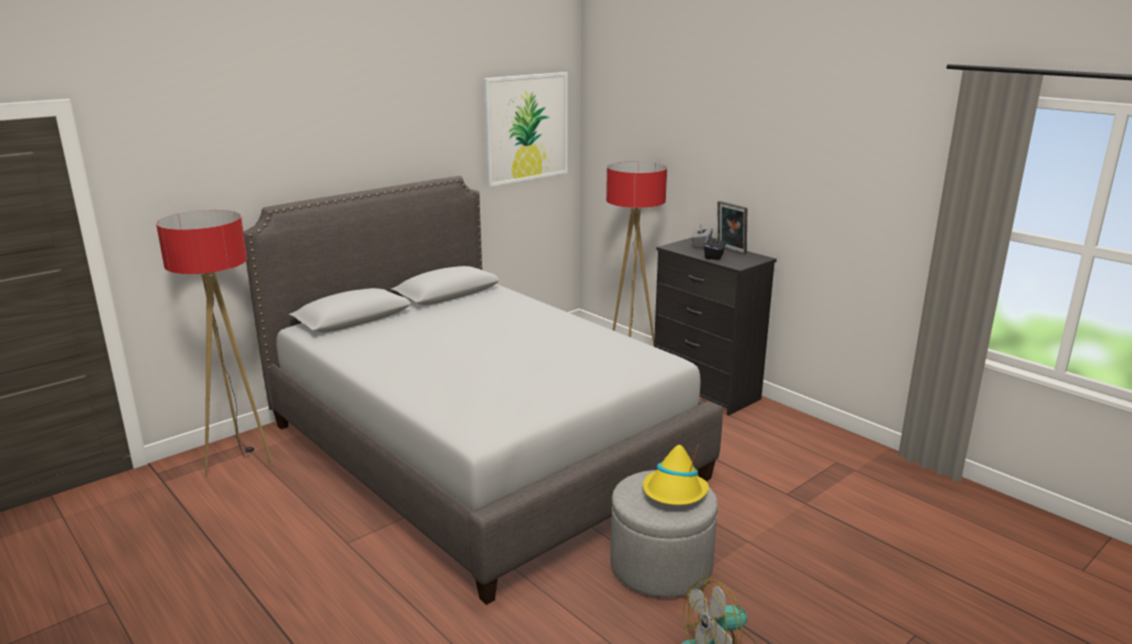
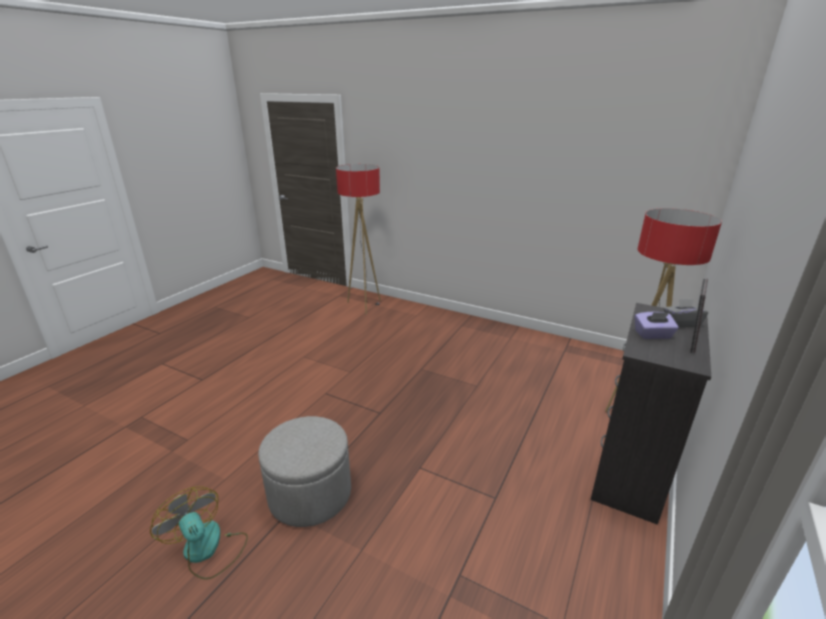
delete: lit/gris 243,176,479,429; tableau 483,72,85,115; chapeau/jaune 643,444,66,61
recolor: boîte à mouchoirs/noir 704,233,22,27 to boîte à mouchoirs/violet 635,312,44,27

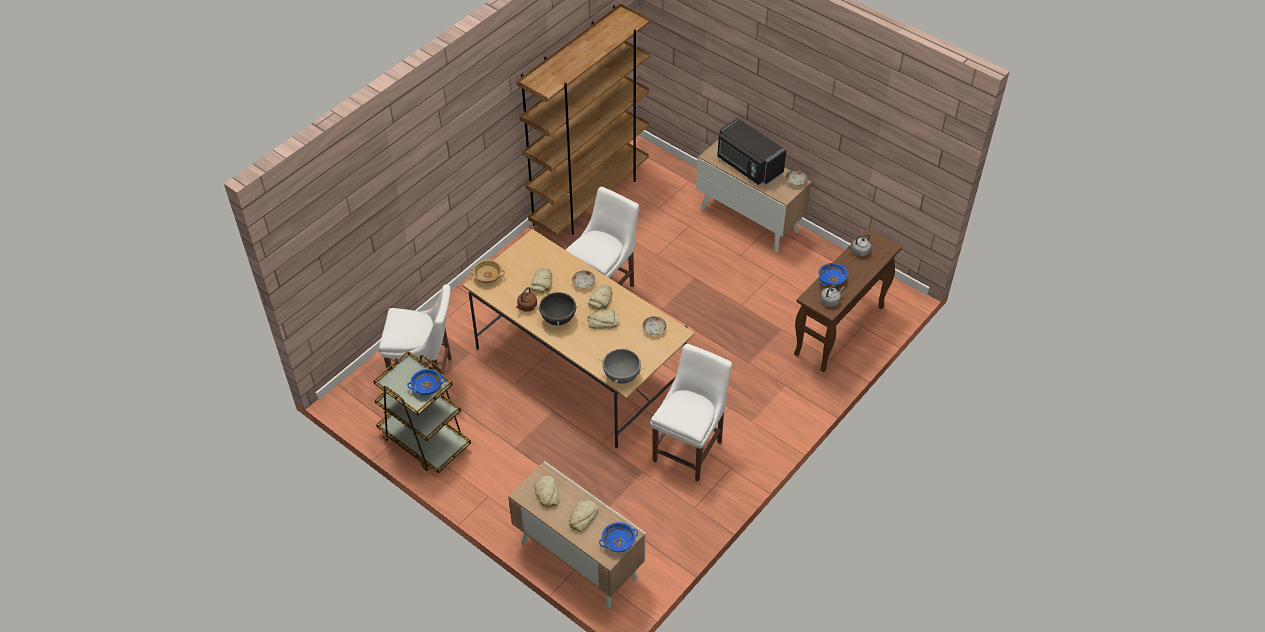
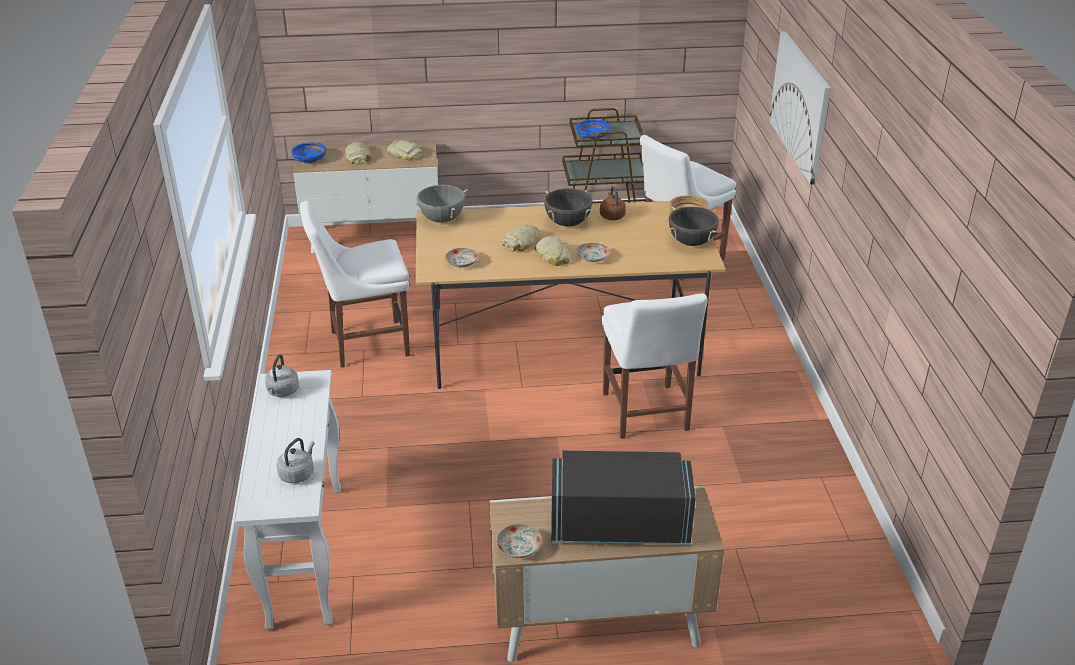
delete: bibliothèque/marron 517,3,133,234; pain 531,268,22,26; bol/bleu 818,263,30,23
insert: marmite/noir 668,207,51,39; tableau 769,31,62,154
recolor: table console/marron 794,228,108,144 to table console/blanc 235,370,106,260
rotate: chaise/blanc 650,344,82,137 = 300,201,110,166 90 degrees clockwise

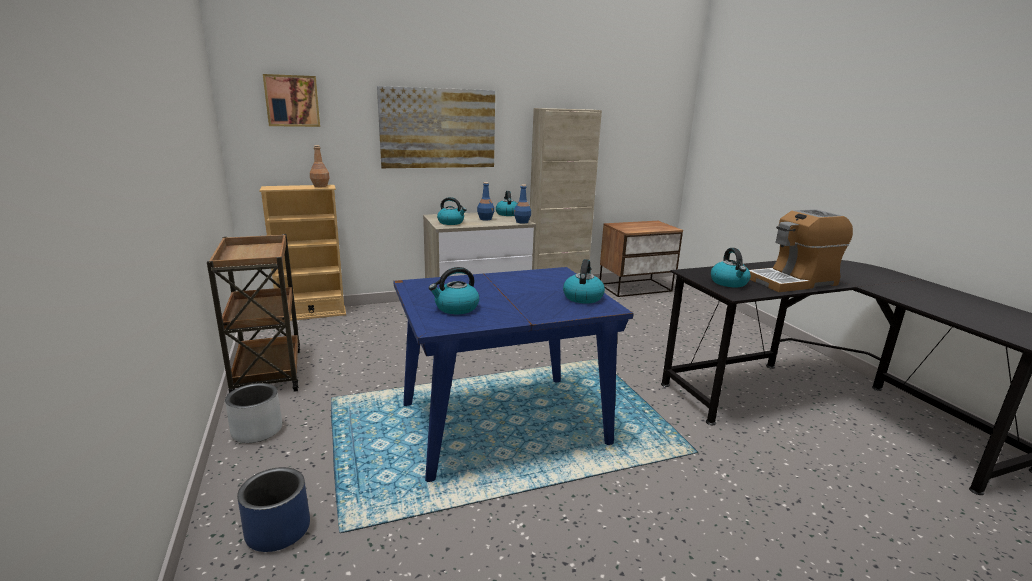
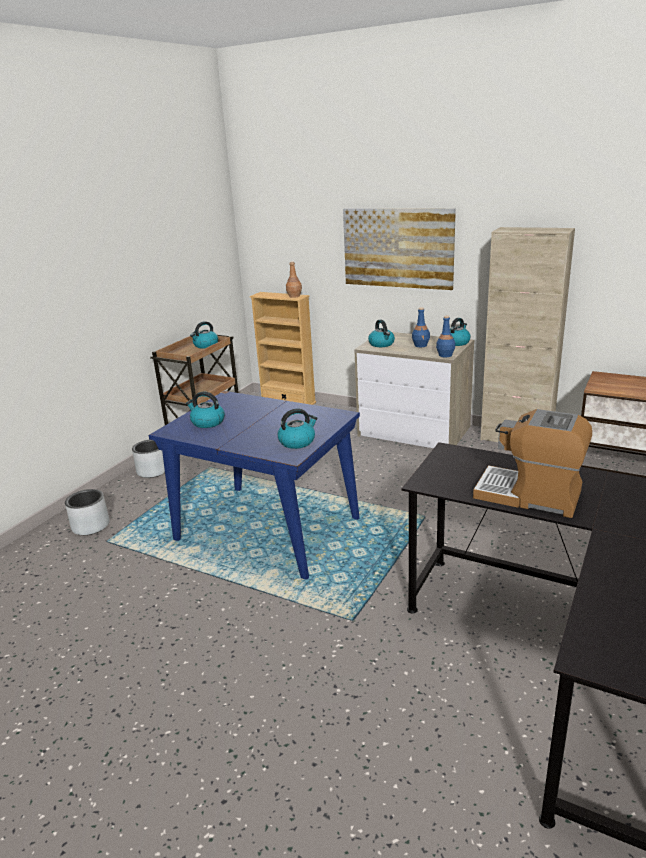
delete: tableau 263,74,57,53
move: bouilloire 711,248,40,40 to 190,321,28,28
recolor: cache-pot/bleu 237,467,73,85 to cache-pot/gris 65,489,45,46

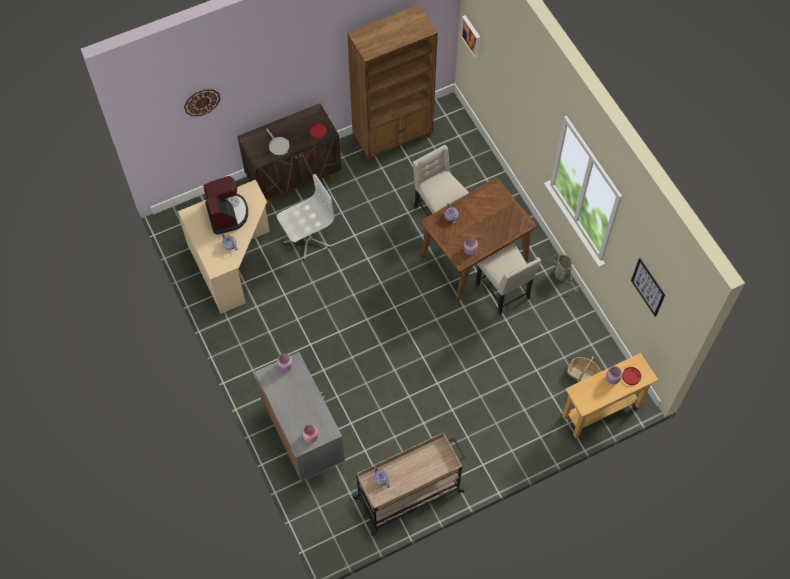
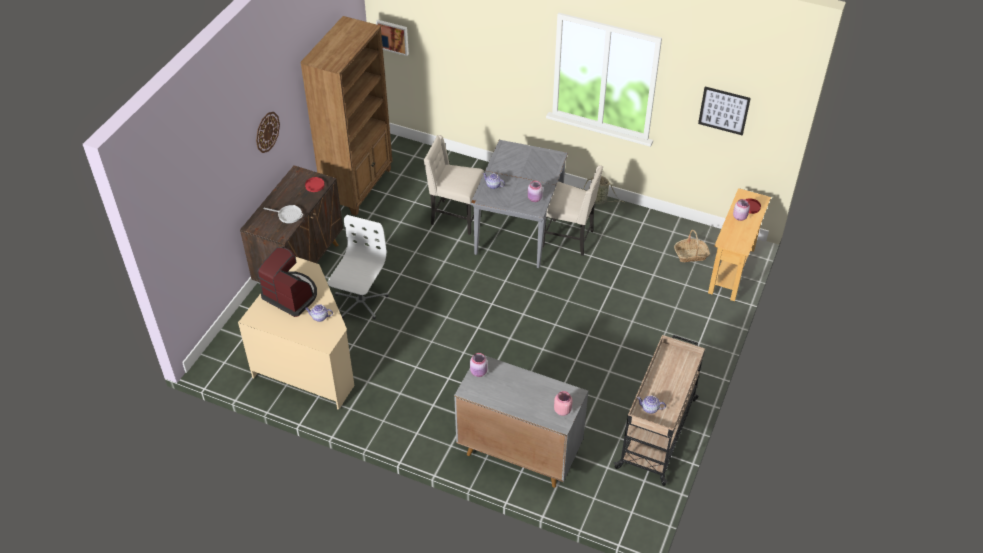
move: horloge murale 184,89,37,27 to 256,112,24,41
recolor: table à manger/marron 420,177,117,125 to table à manger/gris 471,140,97,128

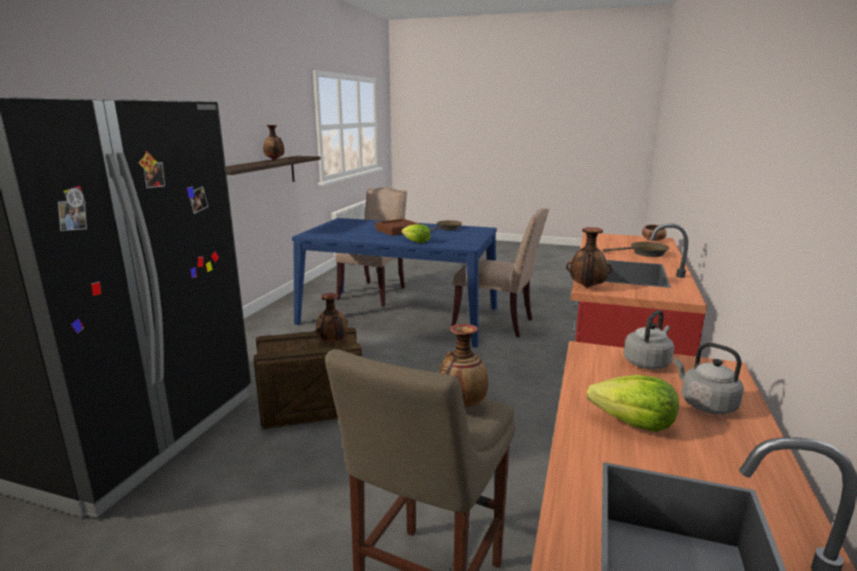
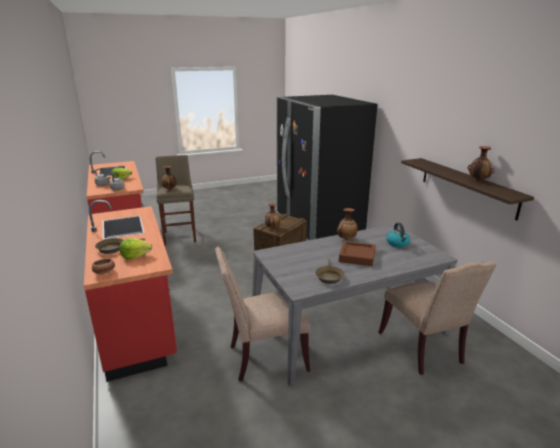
insert: bouilloire 386,223,24,25
move: laitue 402,224,29,19 to 120,238,32,21; vase 566,227,46,60 to 337,208,21,32
recolor: table à manger/bleu 292,218,205,130 to table à manger/gris 252,224,205,162

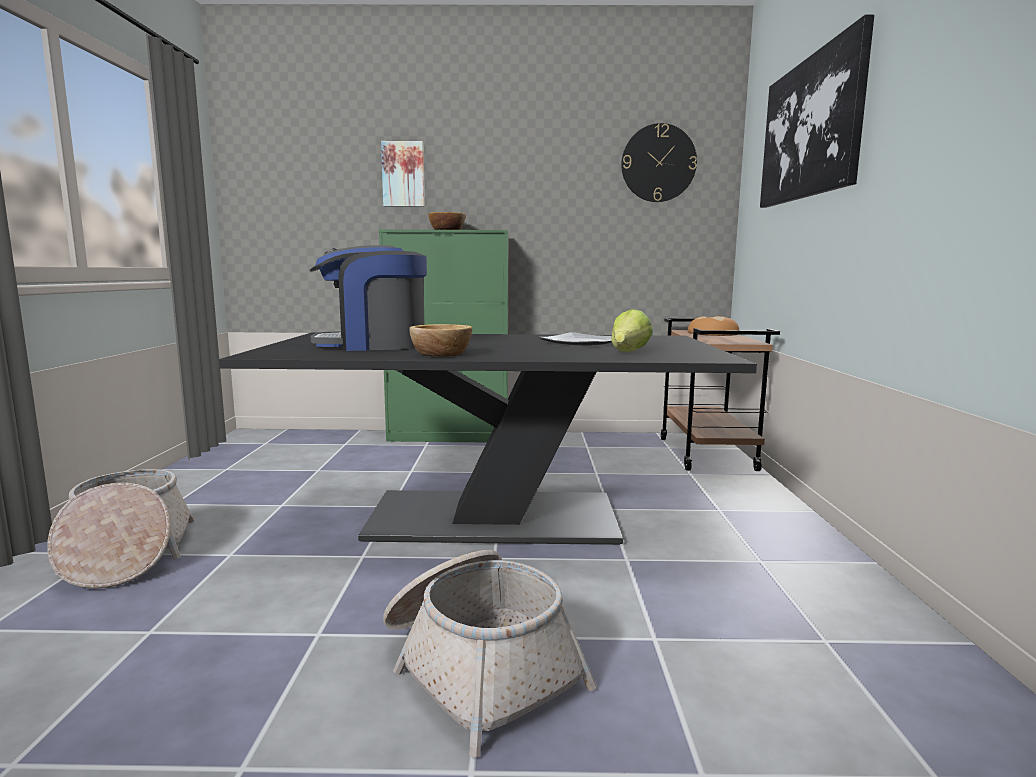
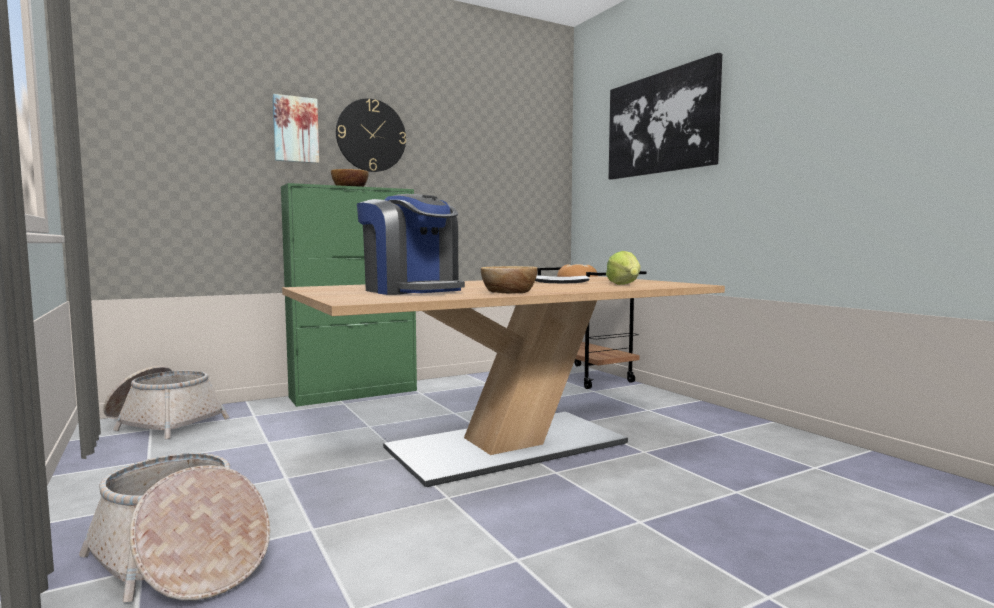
move: panier 383,550,213,208 to 103,366,126,73; horloge murale 621,123,76,79 to 336,99,70,73
recolor: table à manger/noir 219,333,538,212 to table à manger/beige 282,276,443,211
rotate: machine à café 310,245,117,106 = 357,194,108,101 90 degrees counterclockwise

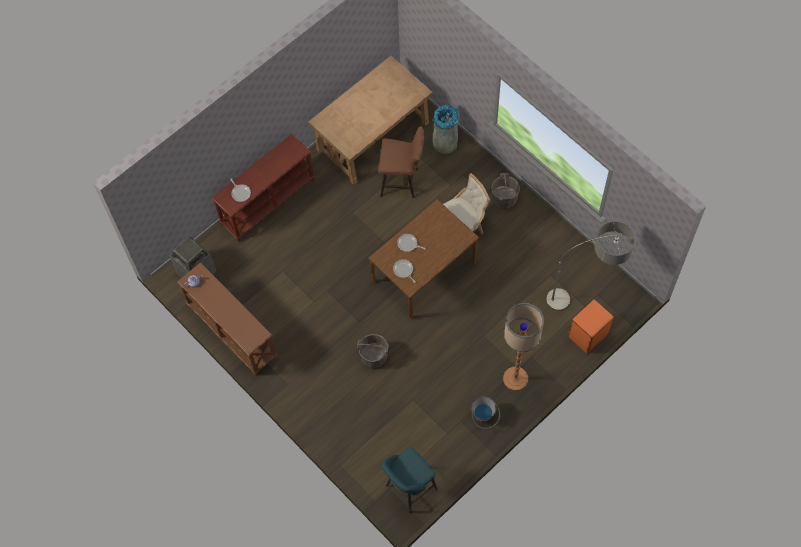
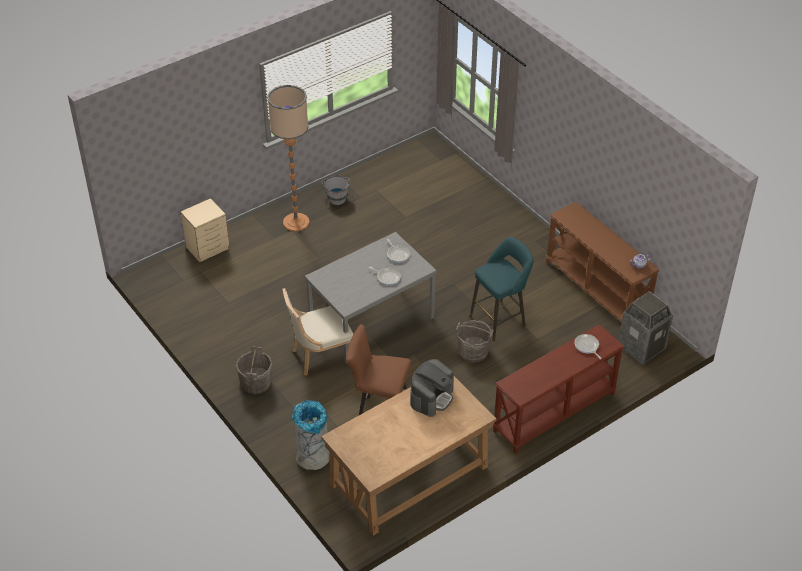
delete: lampadaire 546,222,89,89
insert: machine à café 410,359,44,58
move: seau/gris 357,334,32,34 to 457,320,36,43; tabouret/turquoise 382,447,56,66 to 470,237,64,105
recolor: table à manger/marron 368,199,111,121 to table à manger/gris 305,232,132,132; table de chevet/orange 568,299,46,55 to table de chevet/beige 181,198,48,64

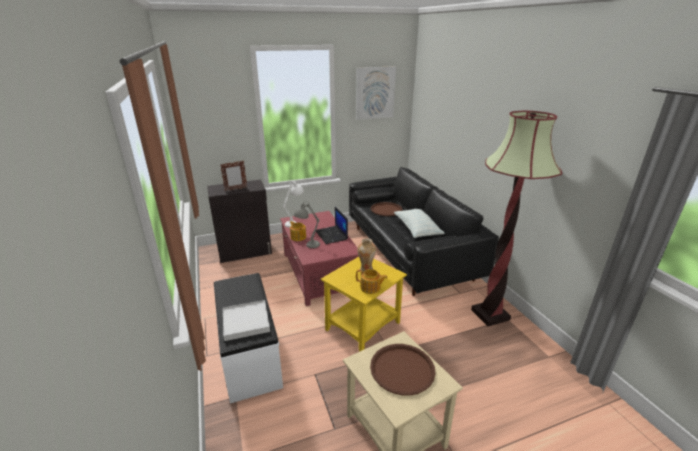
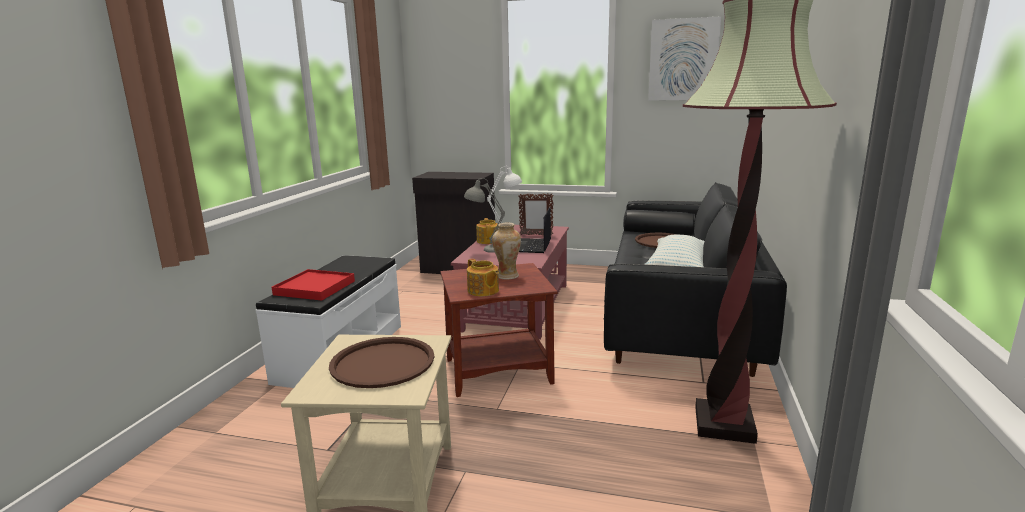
move: cadre photo 220,161,27,30 to 518,193,35,42
recolor: plateau/blanc 223,300,47,41 to plateau/rouge 272,269,83,32; table d'appoint/jaune 321,257,86,95 to table d'appoint/marron 440,263,117,134

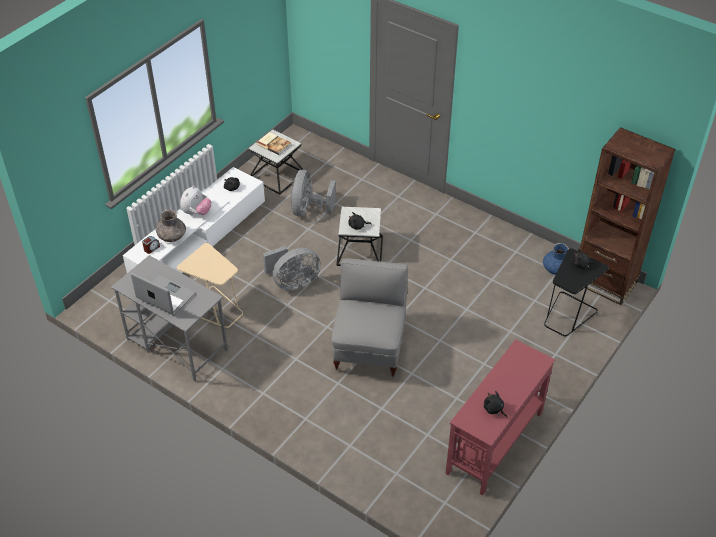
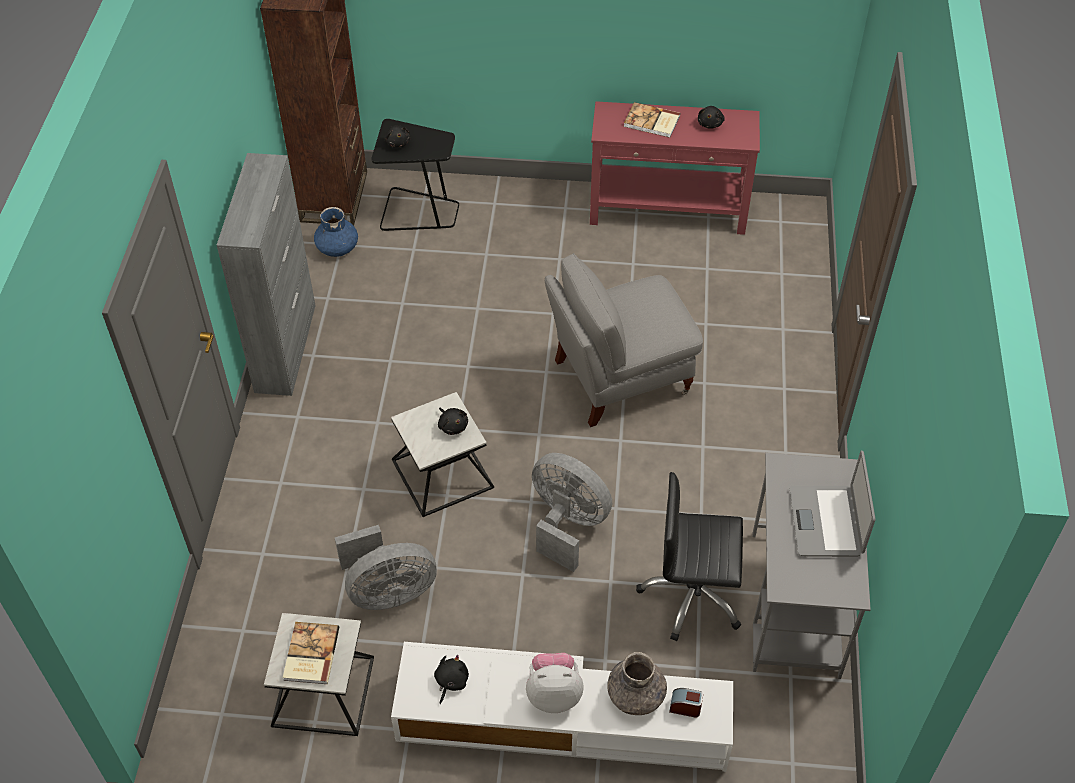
insert: meuble de rangement/gris 217,153,99,243; livre 624,102,56,36
replace: table d'appoint/beige 177,243,66,85 to chaise de bureau/noir 636,472,107,169

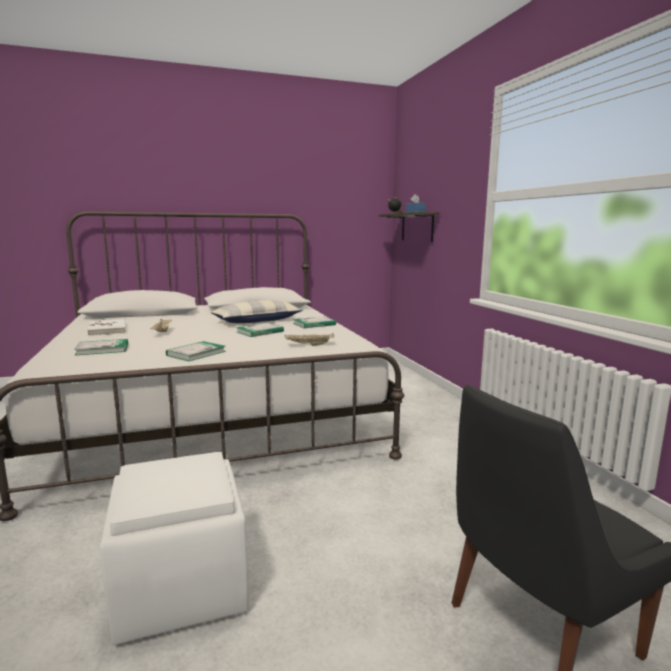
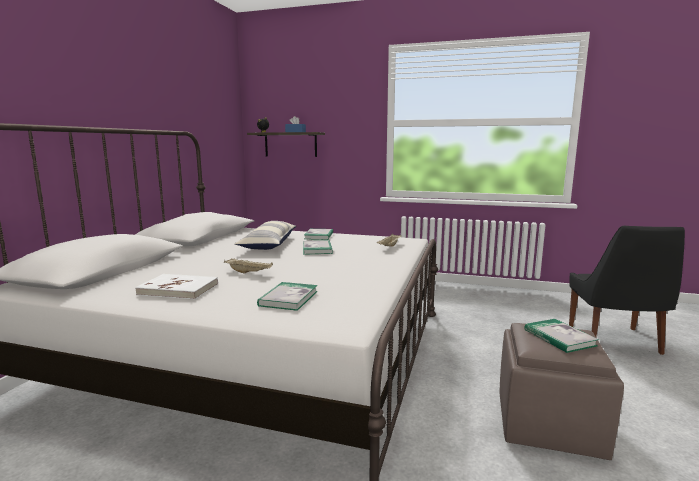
move: livre 166,341,60,20 to 525,319,74,34
recolor: pouf/blanc 100,452,148,193 to pouf/marron 500,323,124,137

